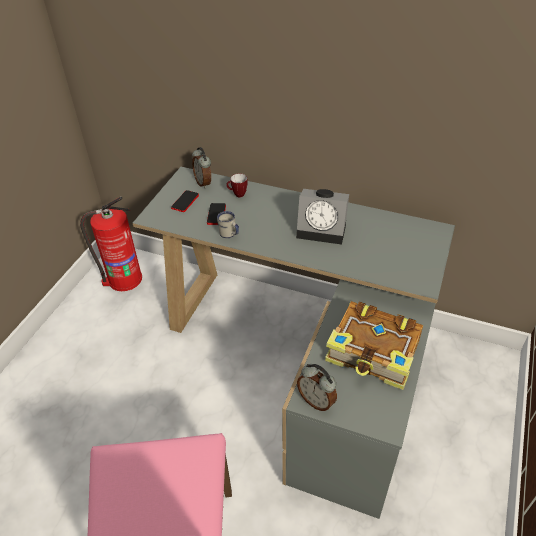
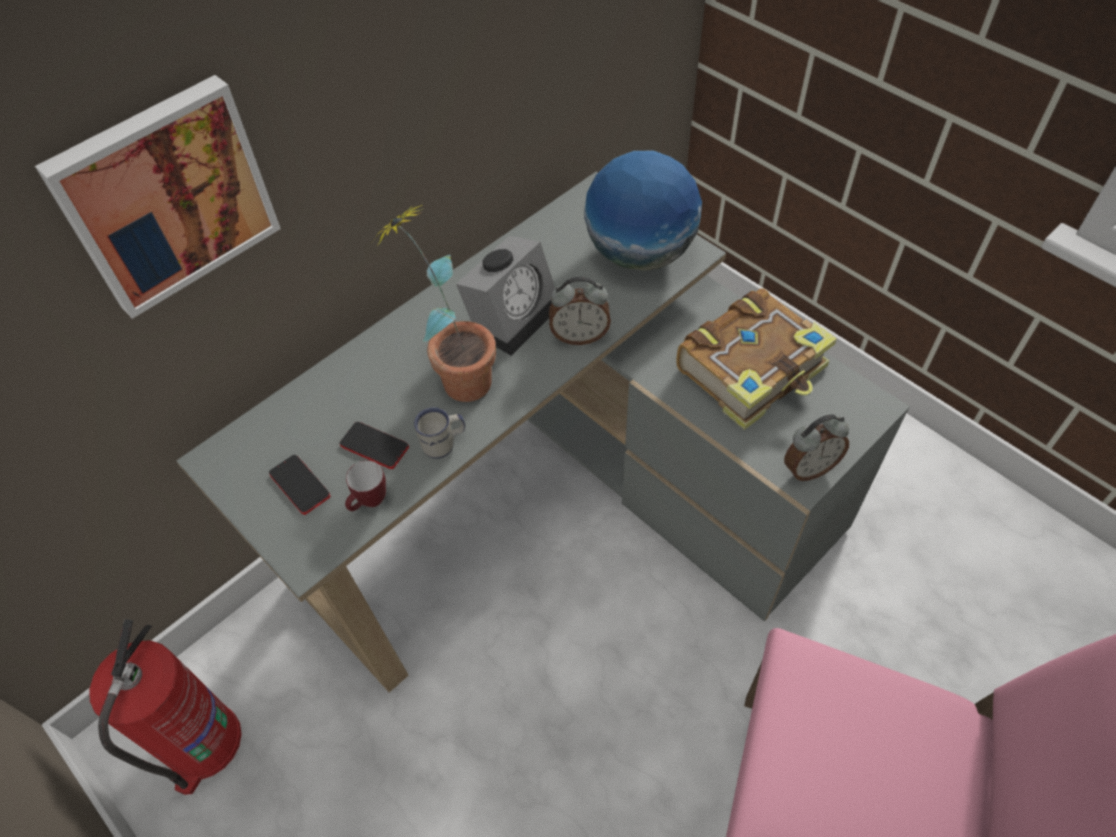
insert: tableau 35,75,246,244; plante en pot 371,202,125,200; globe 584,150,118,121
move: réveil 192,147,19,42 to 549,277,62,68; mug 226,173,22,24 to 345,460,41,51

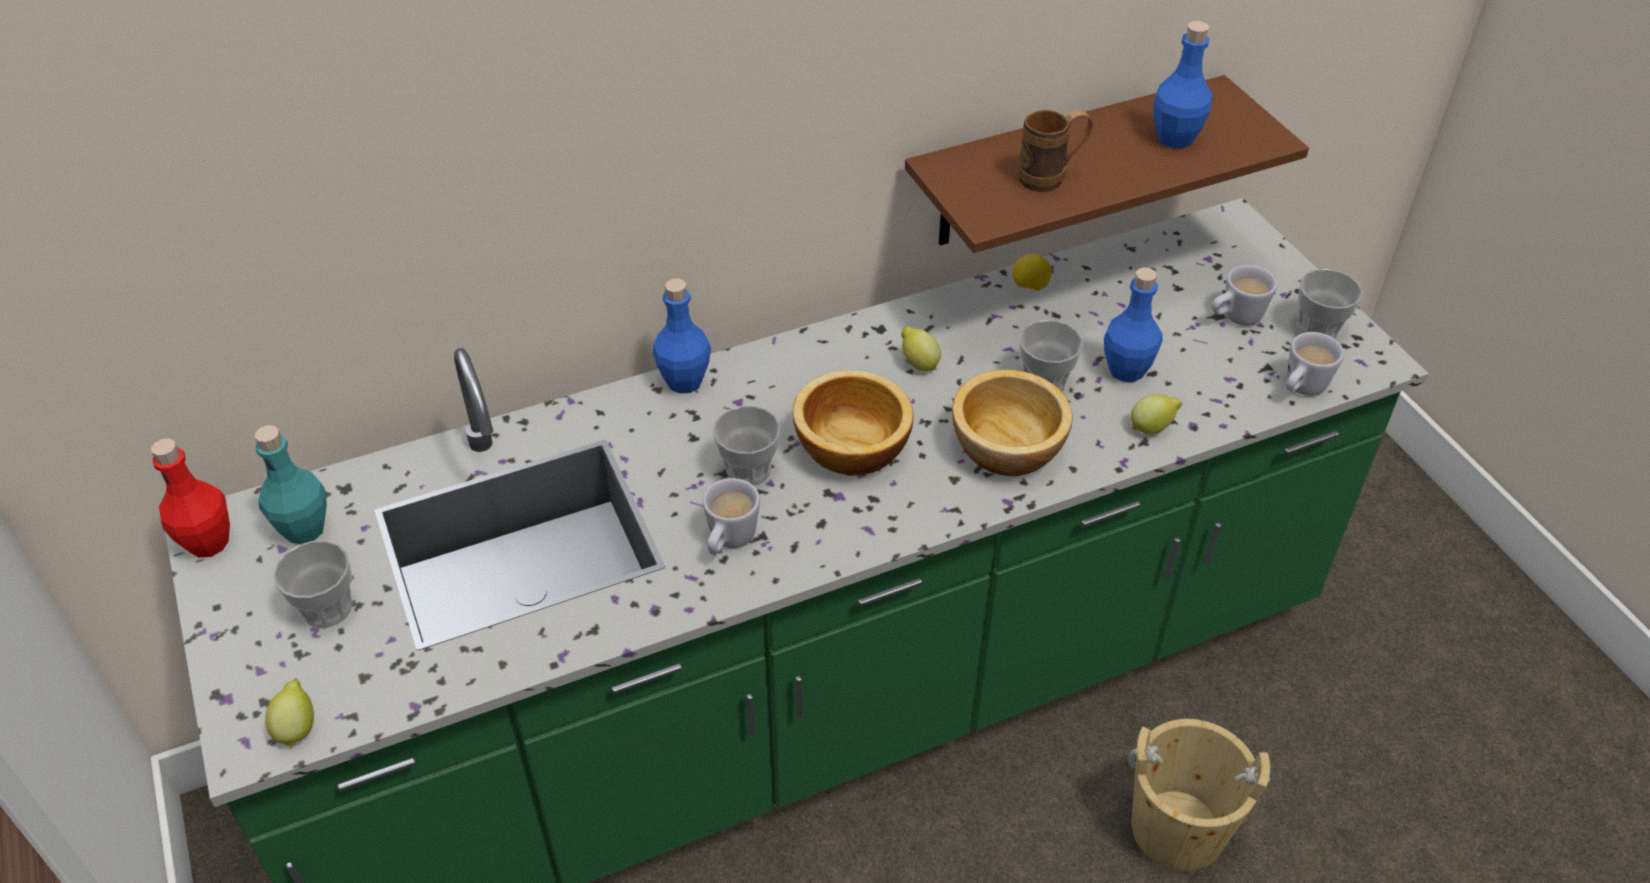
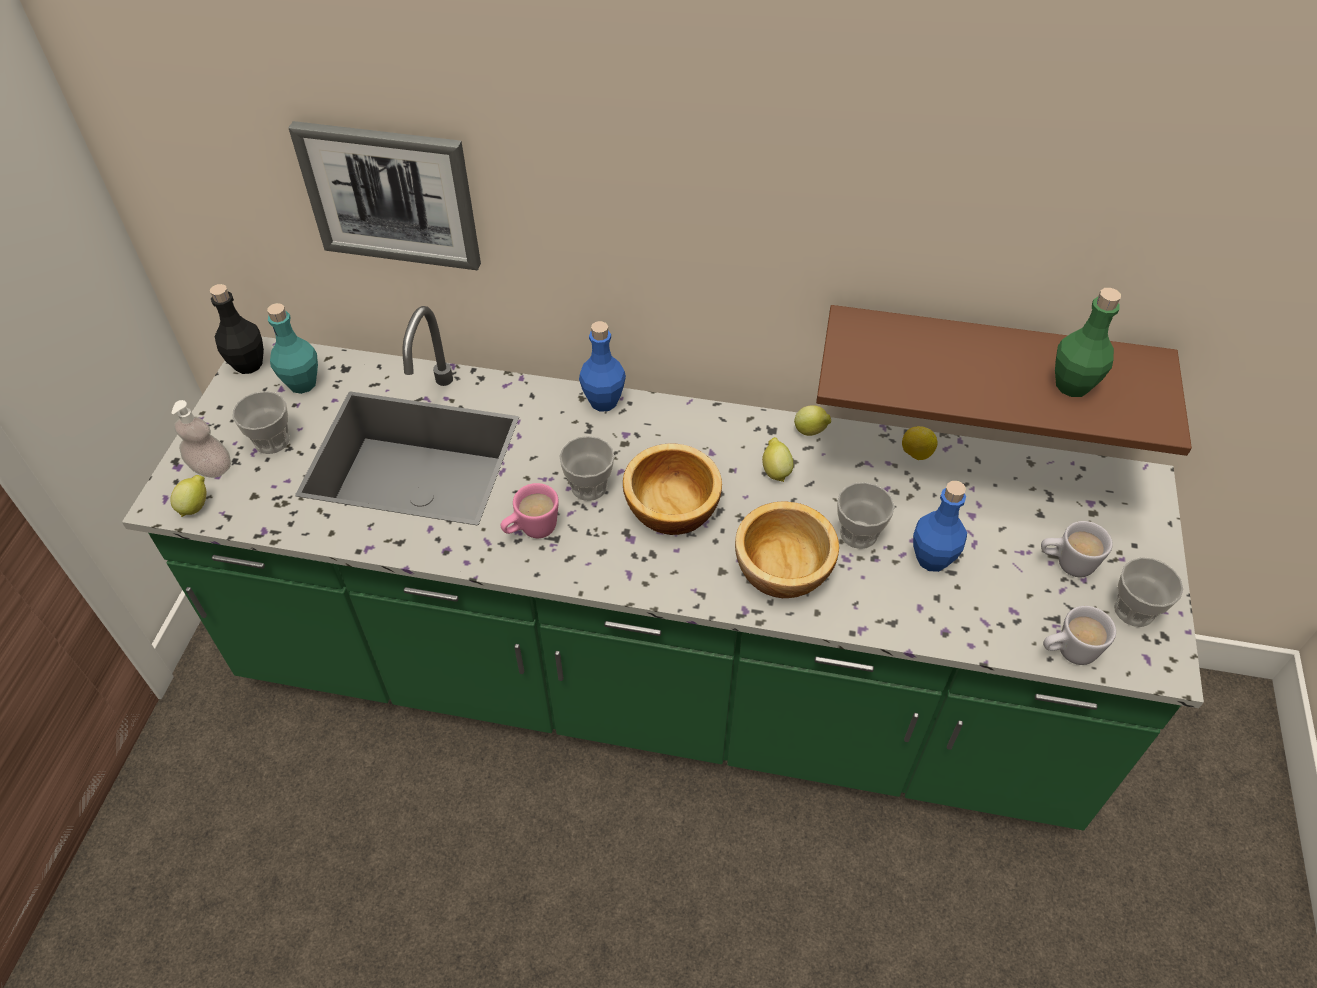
delete: mug/marron 1018,110,75,82; seau/beige 1128,719,142,152
insert: distributeur de savon 171,400,60,78; tableau 288,121,193,149
move: citron 1131,394,51,40 to 794,405,37,31
recolor: bouteille/rouge 151,438,79,120 to bouteille/noir 210,284,54,90; mug/blanc 703,478,57,75 to mug/rose 500,483,59,55; bouteille/bleu 1154,21,58,127 to bouteille/vert 1055,288,66,109

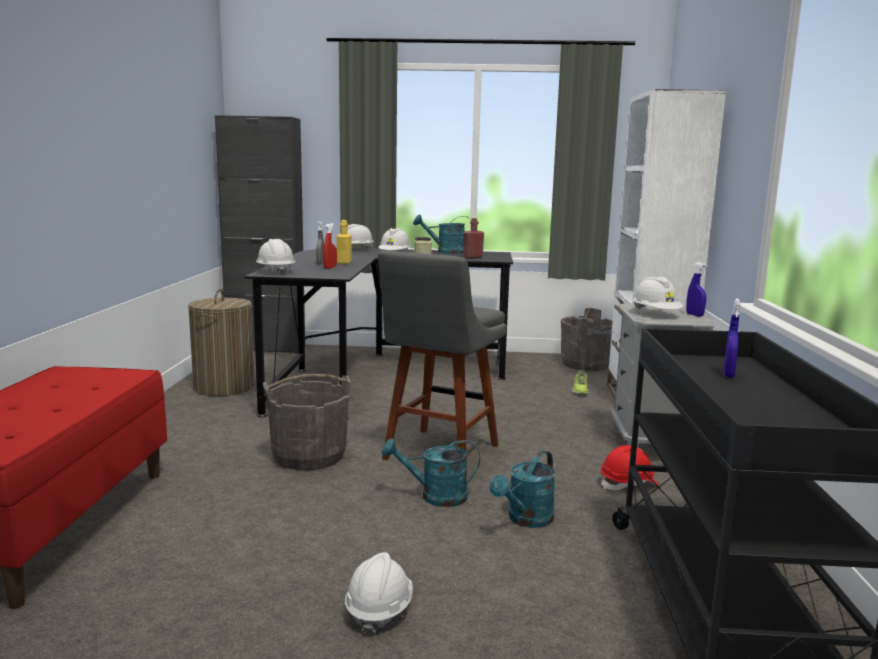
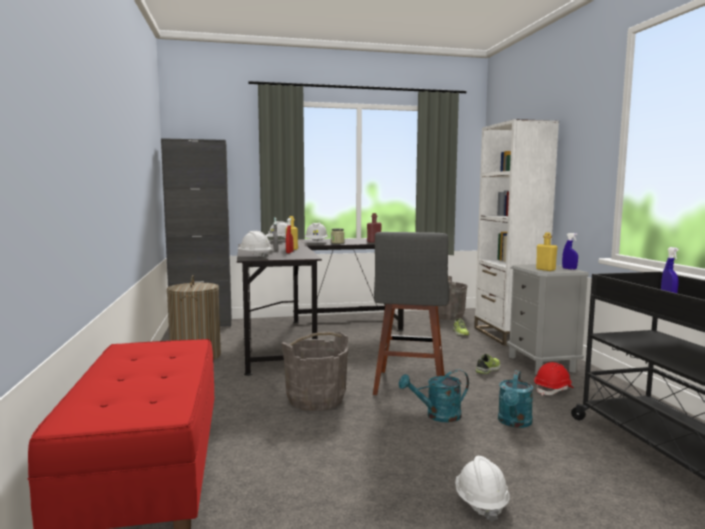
delete: arrosoir/turquoise 413,215,58,39
insert: chaussure 476,353,24,21
replace: casque de chantier/blanc 632,277,51,32 to bouteille/jaune 536,232,22,39

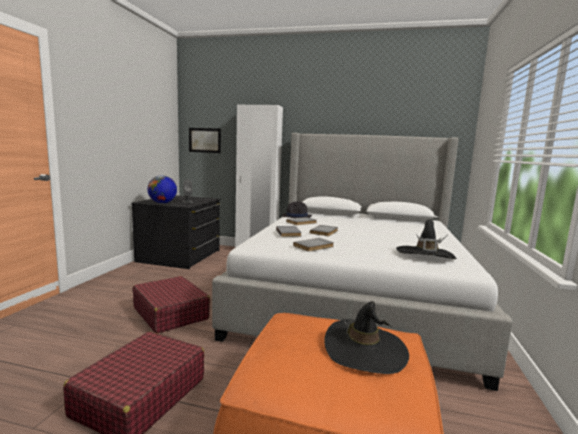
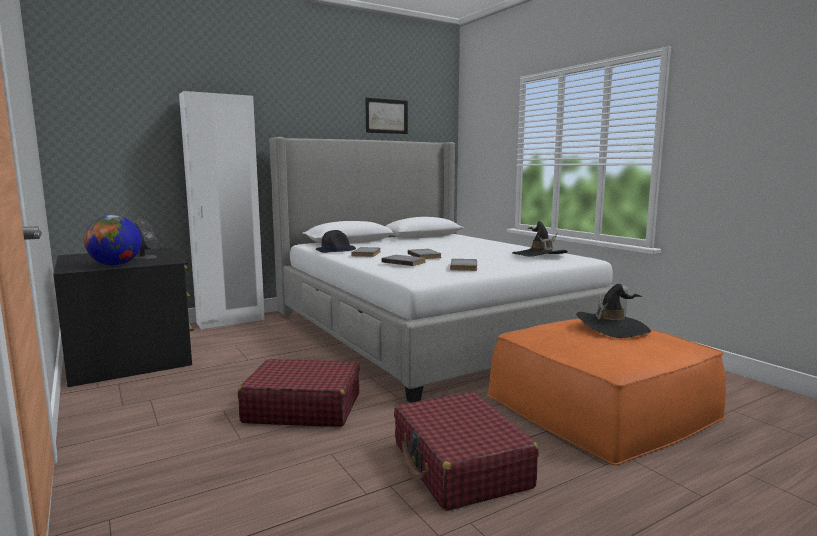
move: tableau 189,128,32,25 to 365,98,43,36

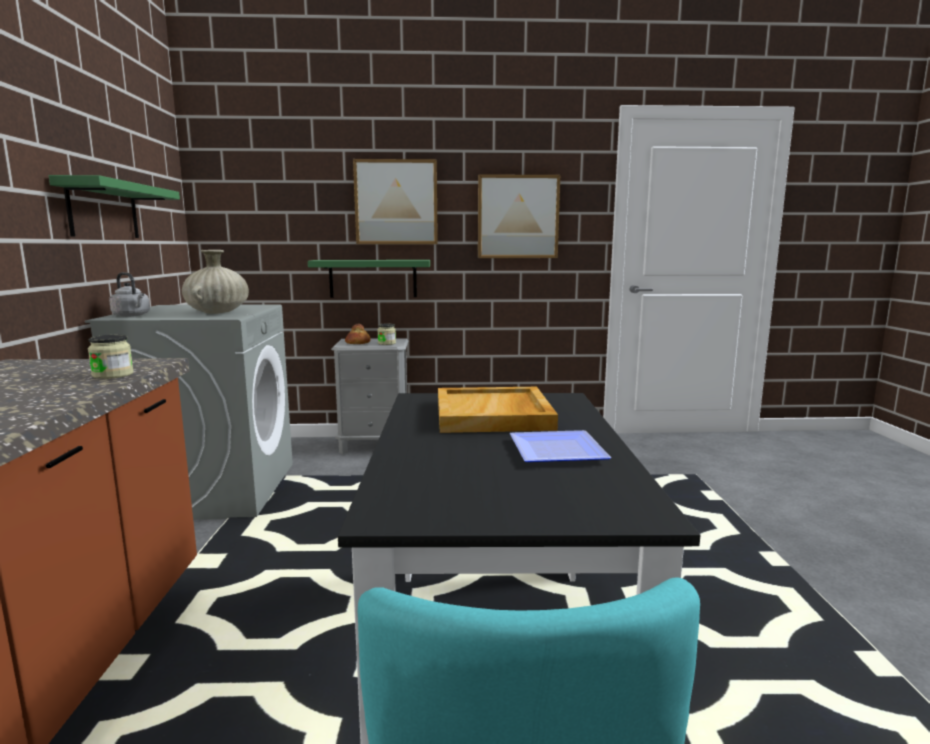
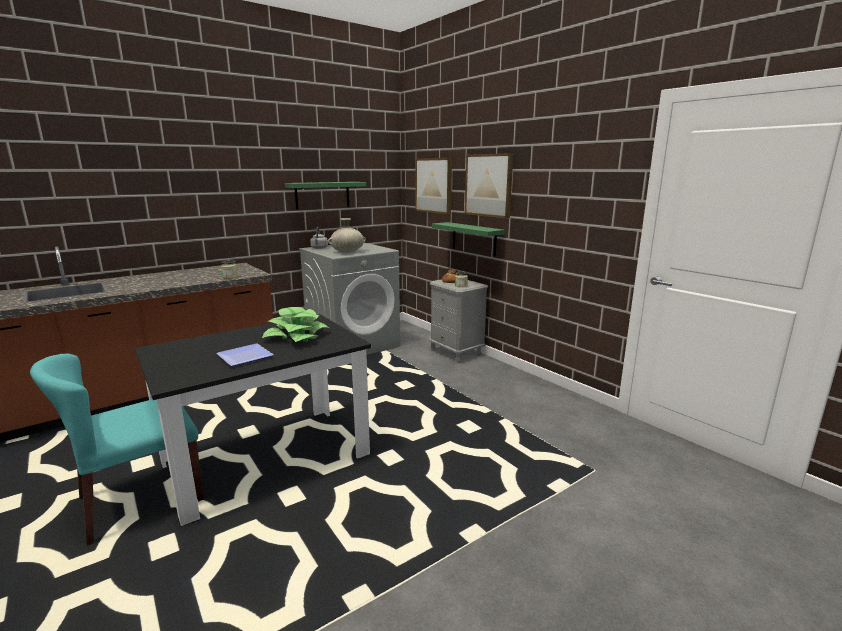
move: tableau 478,174,82,84 to 415,158,37,57
replace: plateau/beige 438,387,120,46 to plante en pot 262,307,67,35

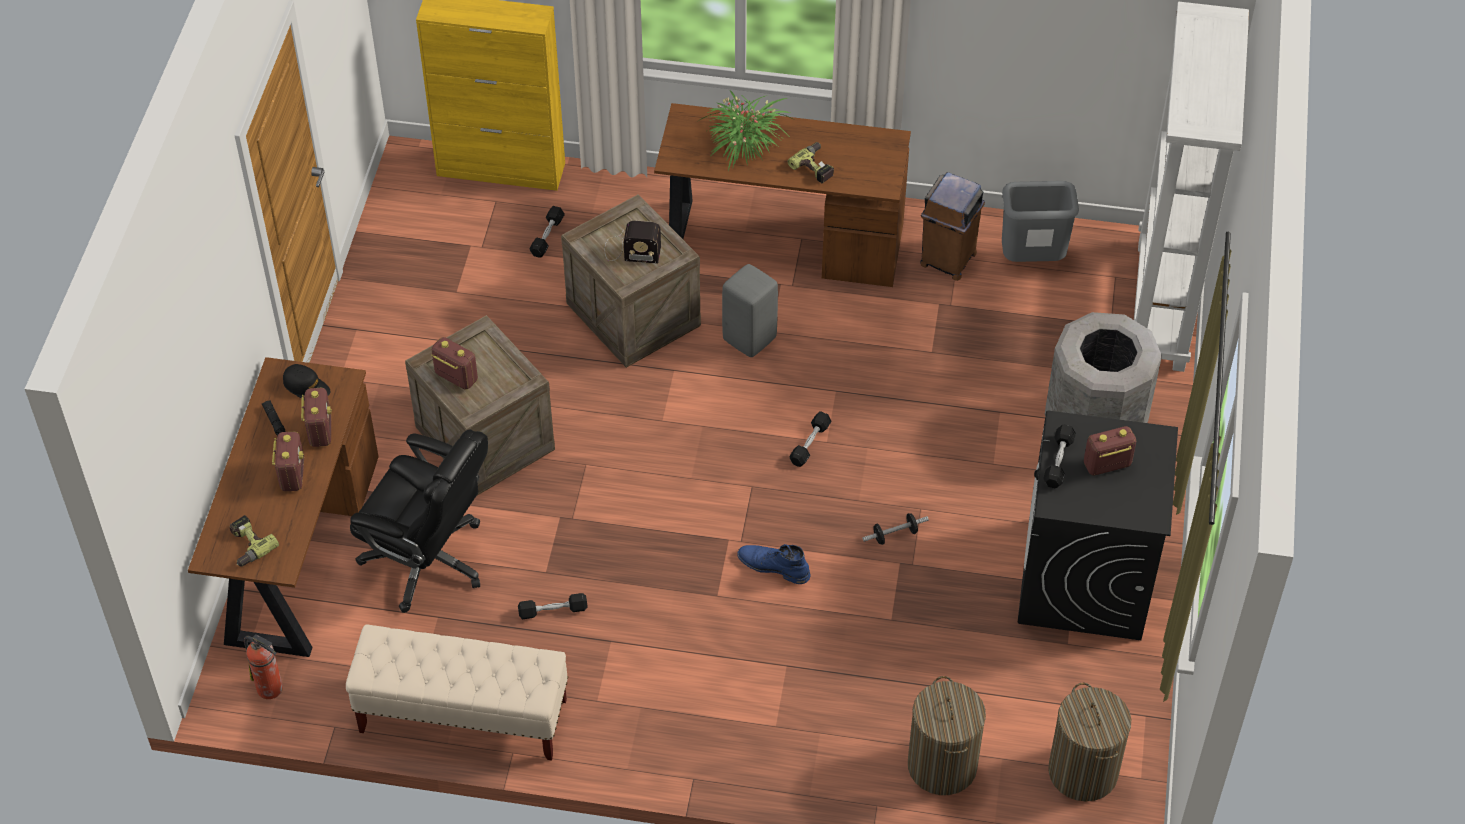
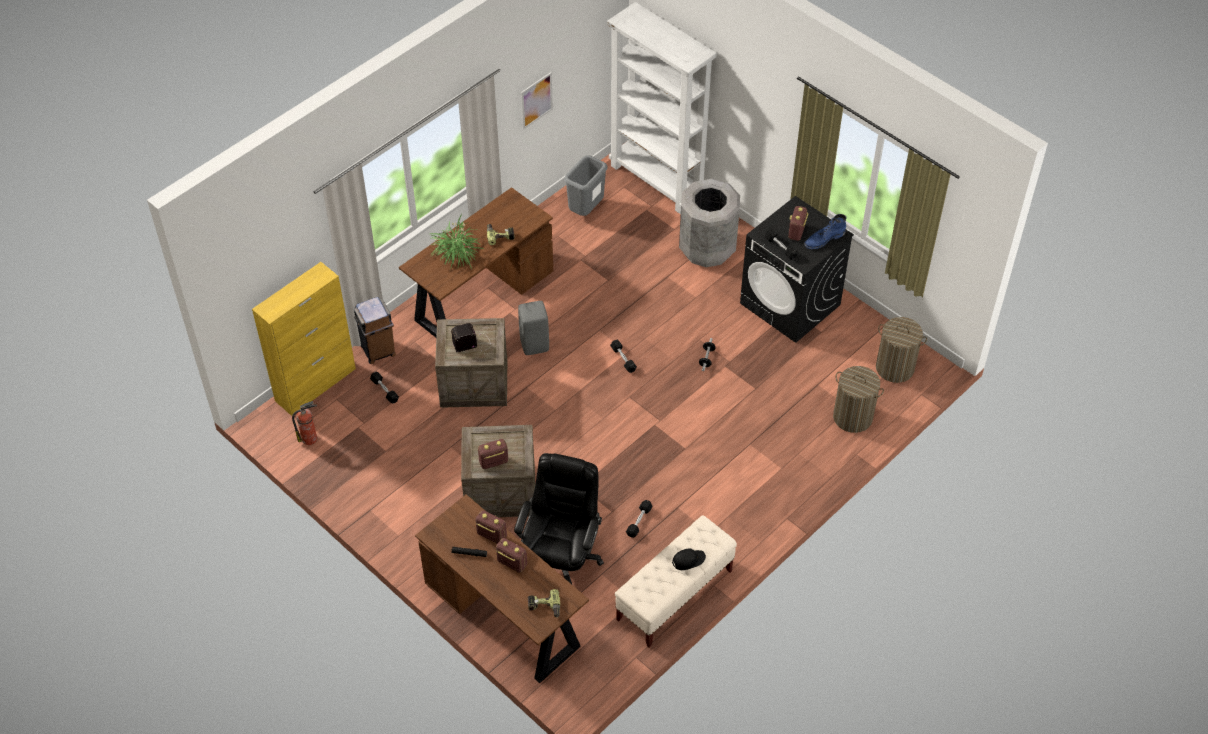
insert: tableau 521,72,32,57
move: extincteur 244,634,39,65 to 292,401,25,44; casquette/noir 283,364,47,36 to 672,548,34,22; botte/bleu 737,544,73,40 to 804,214,42,35; poubelle/marron 920,172,65,109 to 354,297,42,67
rotate: chaise de bureau/noir 350,430,138,183 = 514,453,90,131 45 degrees counterclockwise; radio 605,221,56,43 = 451,323,40,32 150 degrees counterclockwise

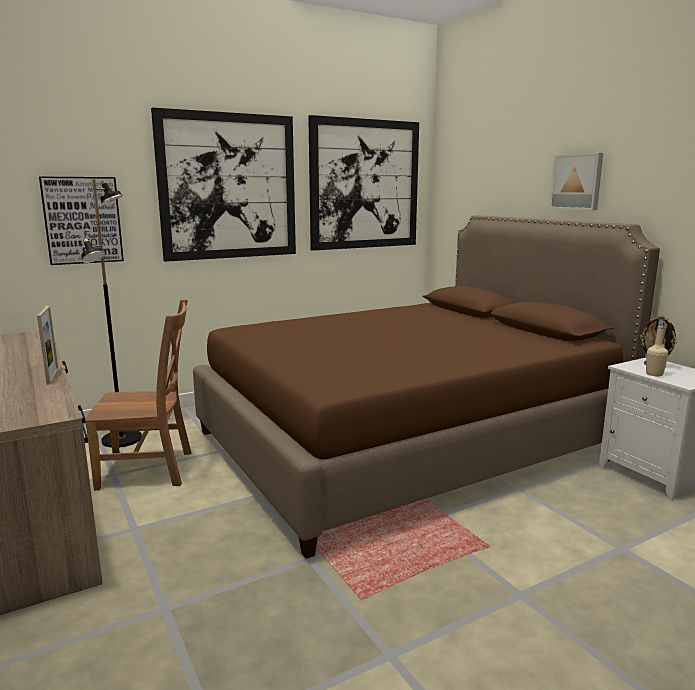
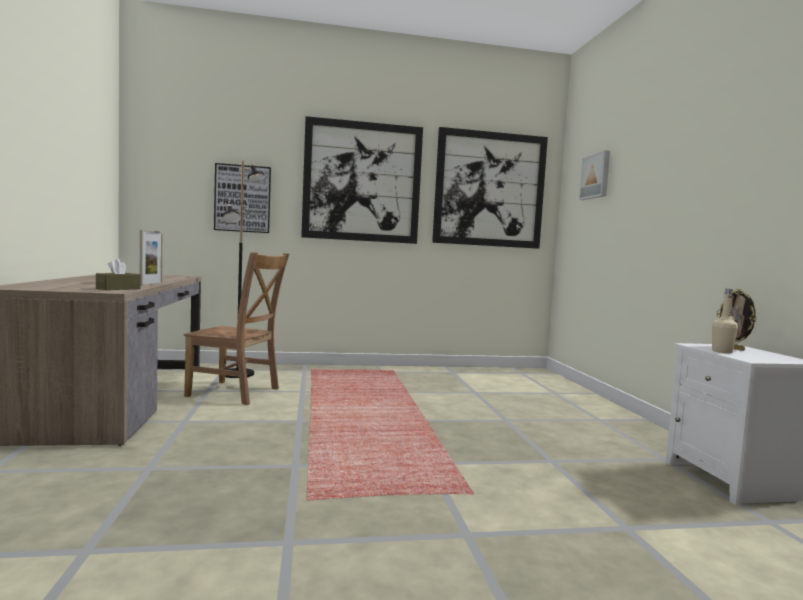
delete: lit/marron 193,215,467,344
insert: boîte à mouchoirs/marron 96,259,44,31
move: tableau 549,153,54,57 to 579,150,31,50

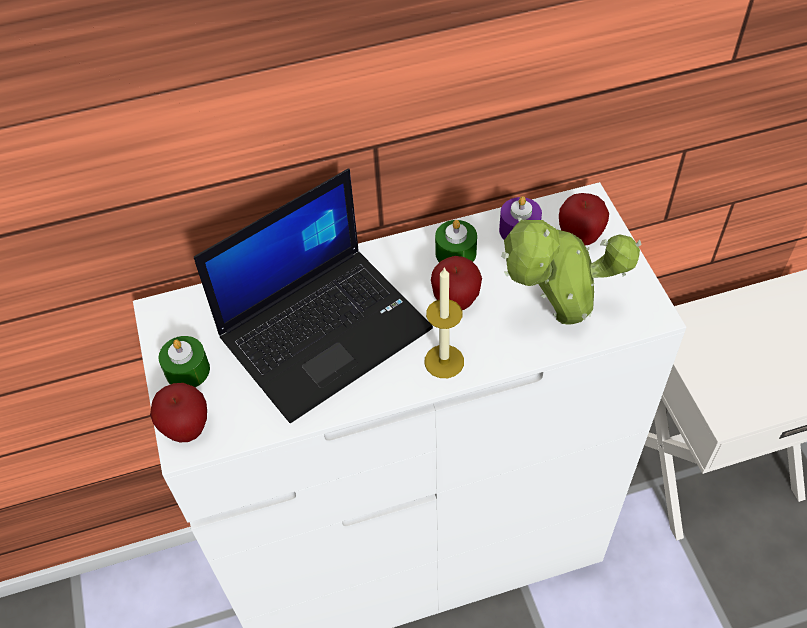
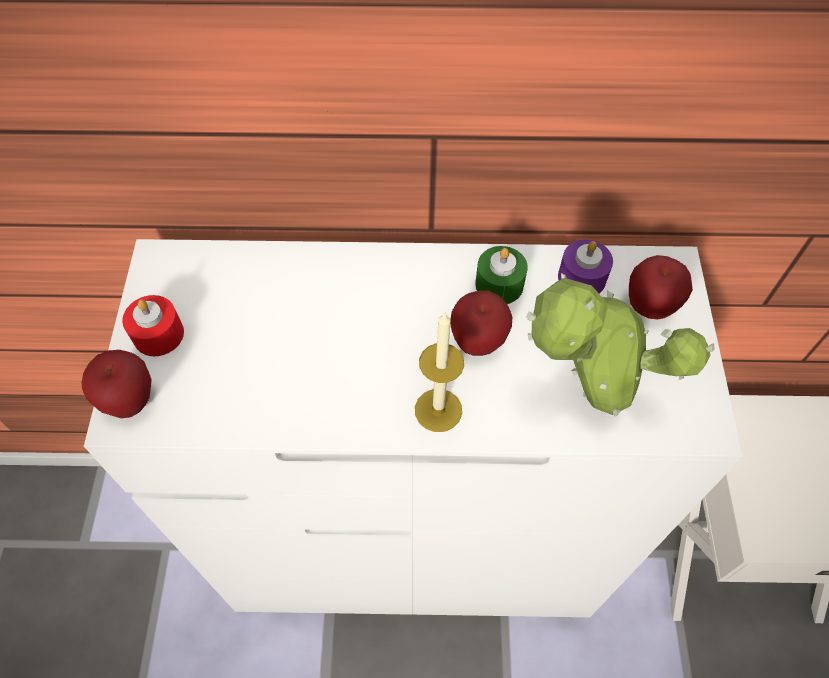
delete: ordinateur portable 194,169,239,254
recolor: bougie/vert 159,336,51,51 to bougie/rouge 122,295,62,61

